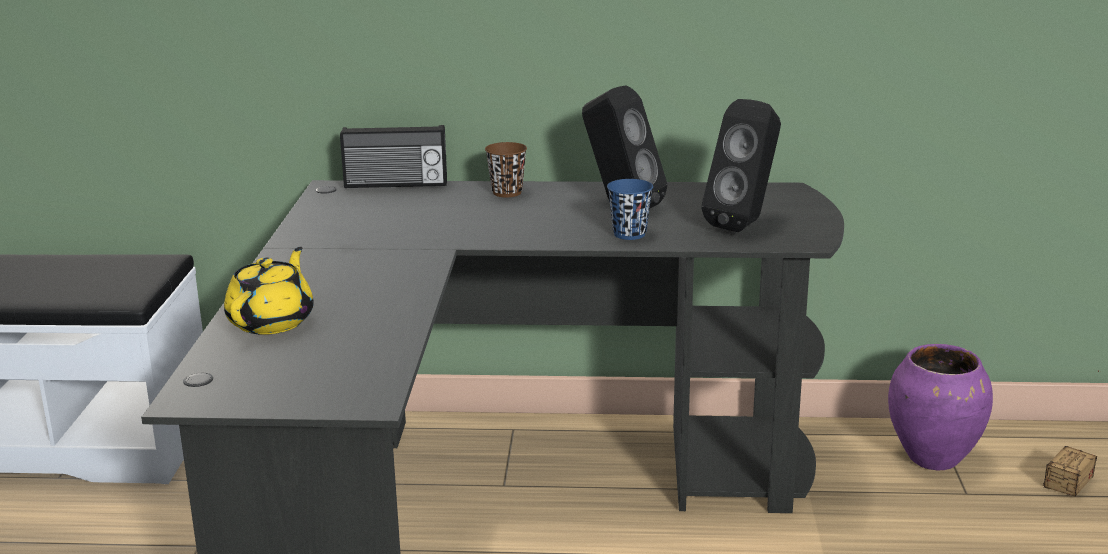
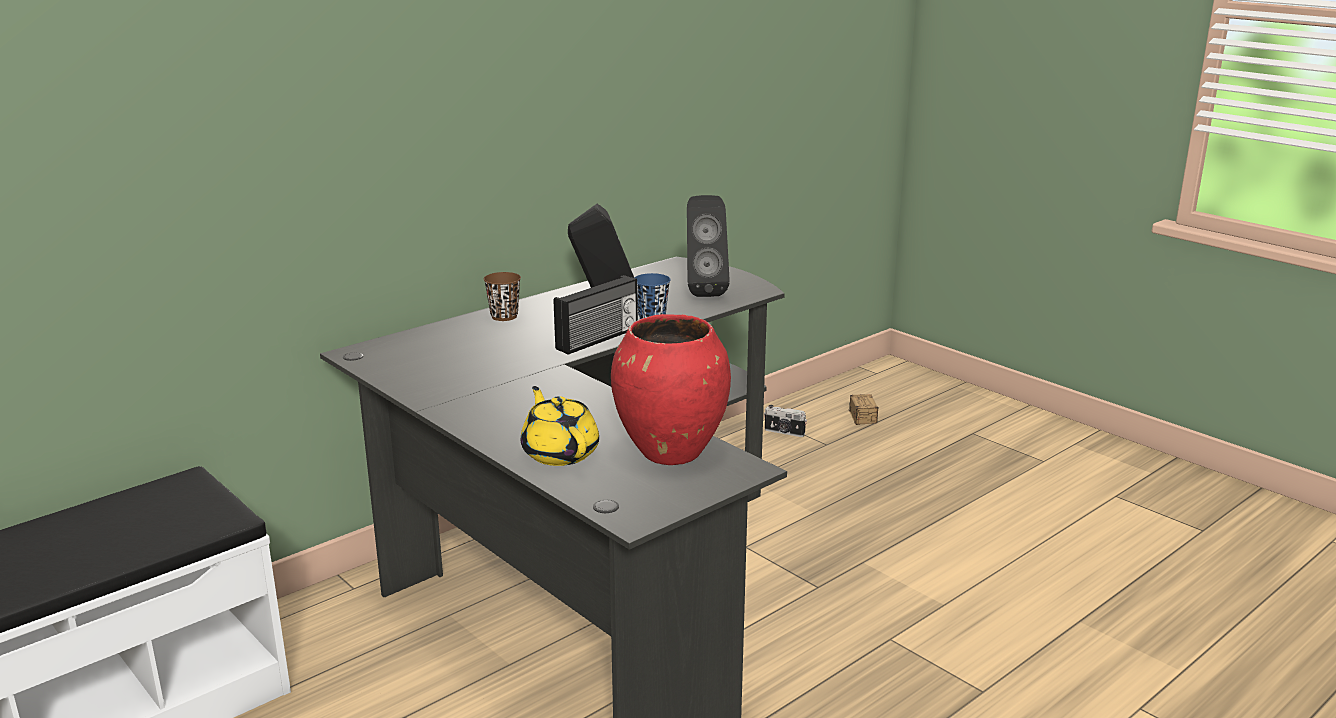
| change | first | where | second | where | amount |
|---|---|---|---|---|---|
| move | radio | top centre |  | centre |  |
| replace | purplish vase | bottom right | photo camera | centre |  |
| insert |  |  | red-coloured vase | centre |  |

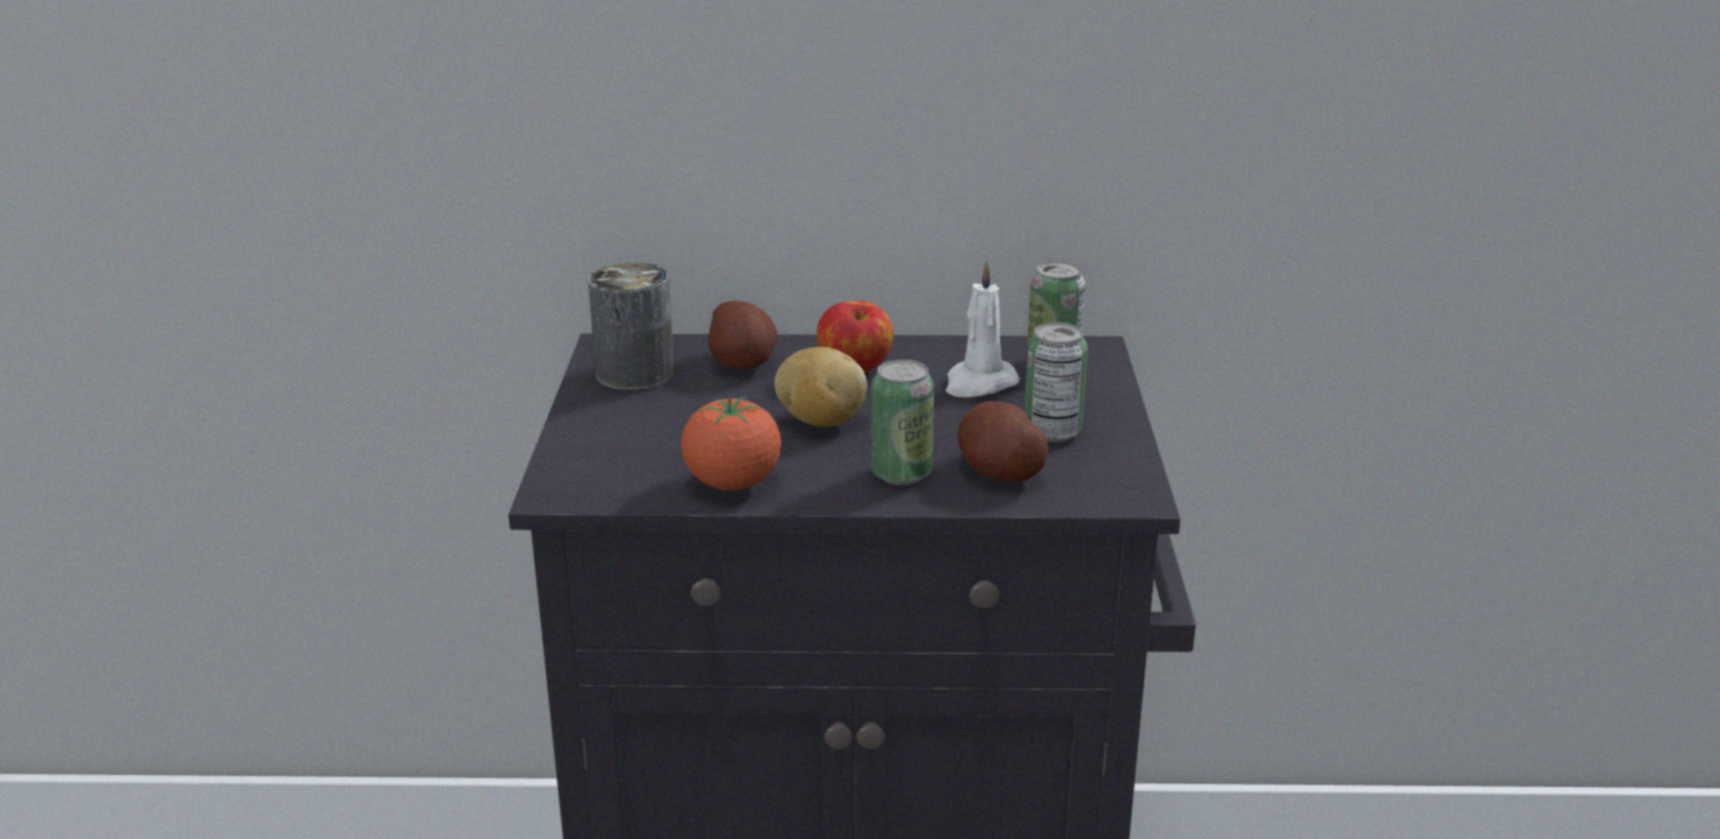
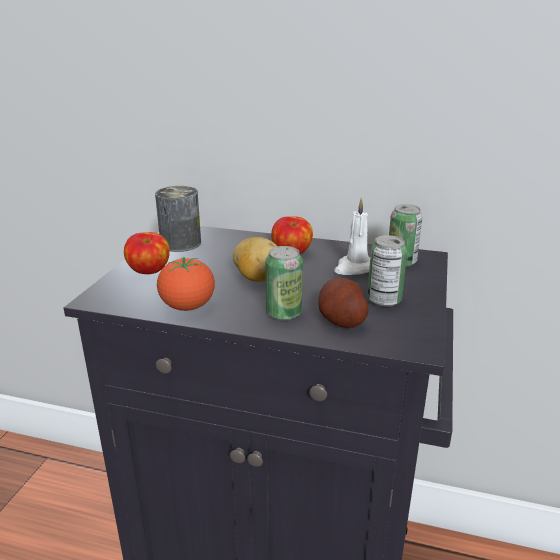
| change | first | where | second | where | amount |
|---|---|---|---|---|---|
| delete | potato (1st from left) | centre |  |  |  |
| insert |  |  | apple fruit (1st from left) | middle left |  |

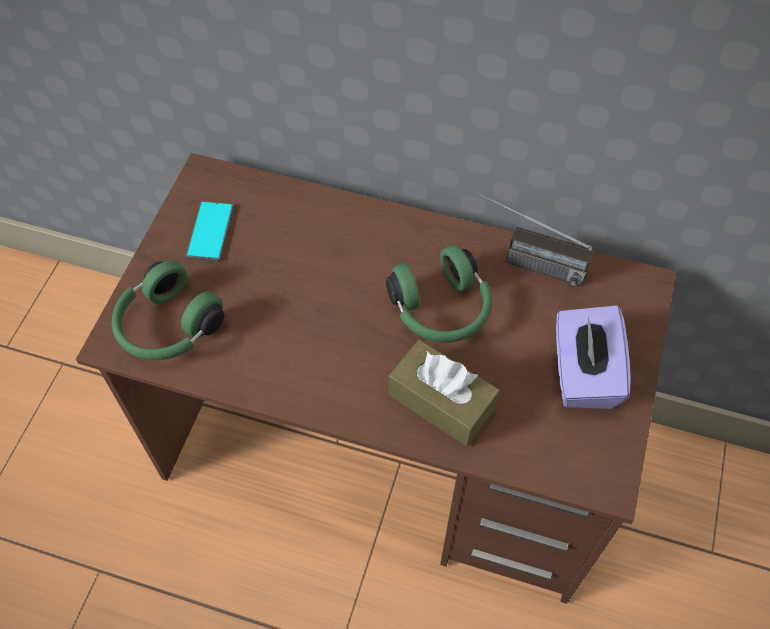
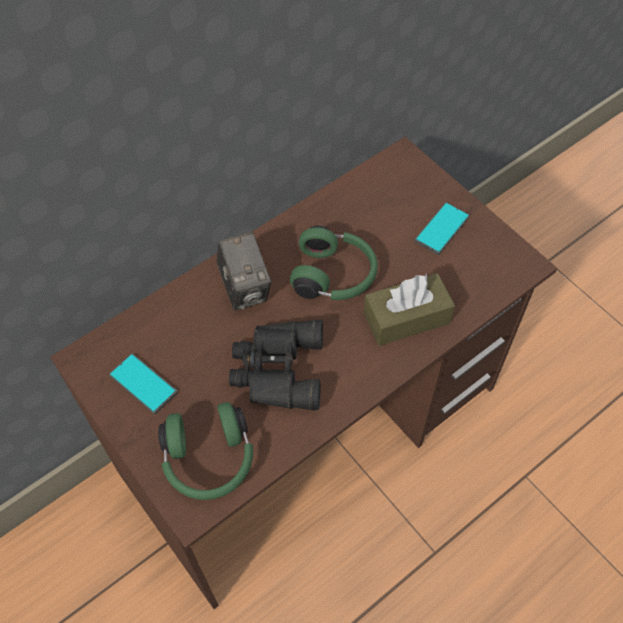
| change | first | where | second | where | amount |
|---|---|---|---|---|---|
| delete | radio | middle right |  |  |  |
| replace | purplish tissue box | middle right | telephone (2nd from left) | middle right |  |
| insert |  |  | photo camera | centre |  |
| insert |  |  | blackish binoculars | centre |  |

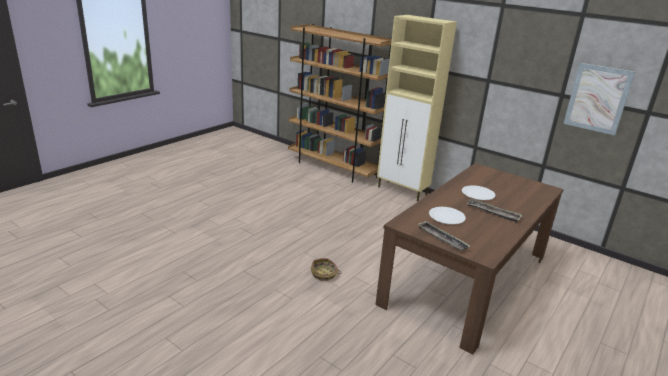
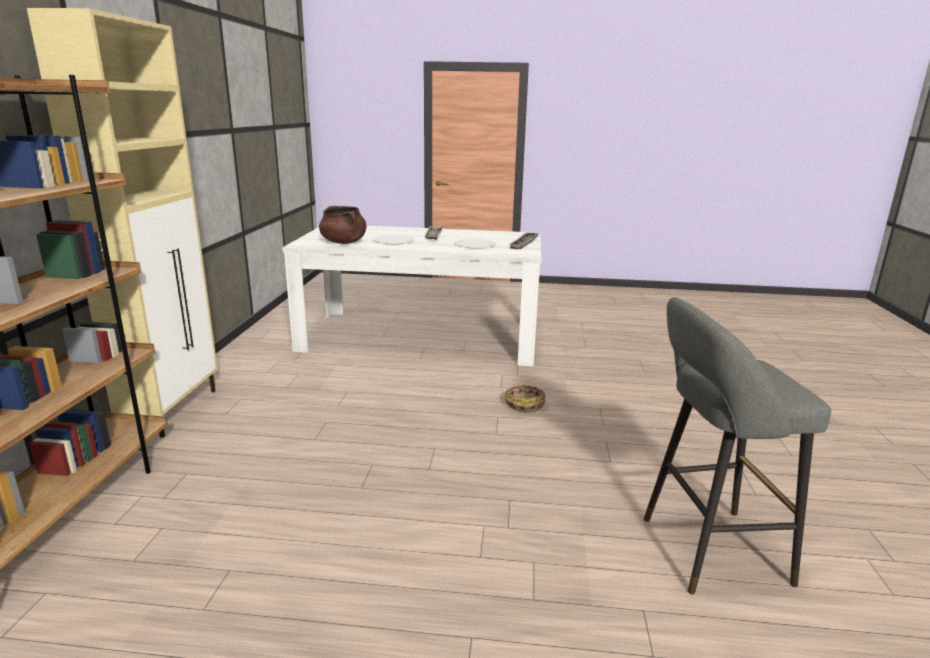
| change | first | where | second | where | amount |
|---|---|---|---|---|---|
| delete | wall picture | top right |  |  |  |
| recolor | brownish kitchen table | bottom right | whitish kitchen table | centre |  |
| insert |  |  | brownish cooking pot | centre |  |
| insert |  |  | grey sitting stool | bottom right |  |

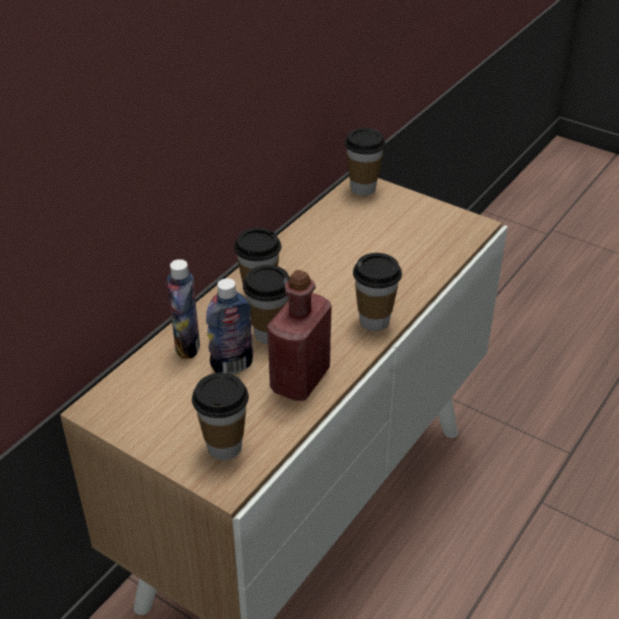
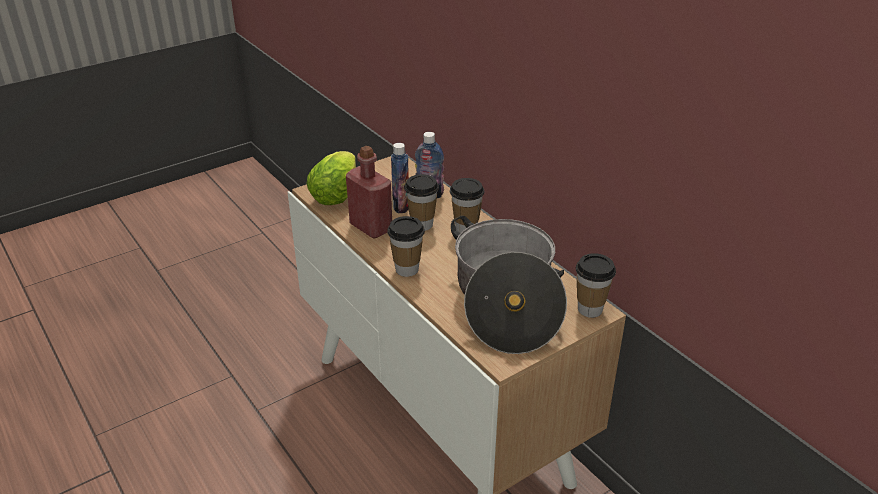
| change | first | where | second | where | amount |
|---|---|---|---|---|---|
| replace | drinking cup (1st from left) | bottom centre | lettuce head | centre |  |
| insert |  |  | cooking pot | centre |  |

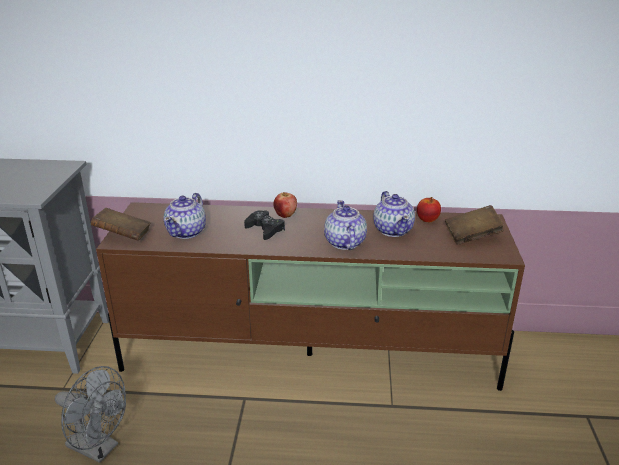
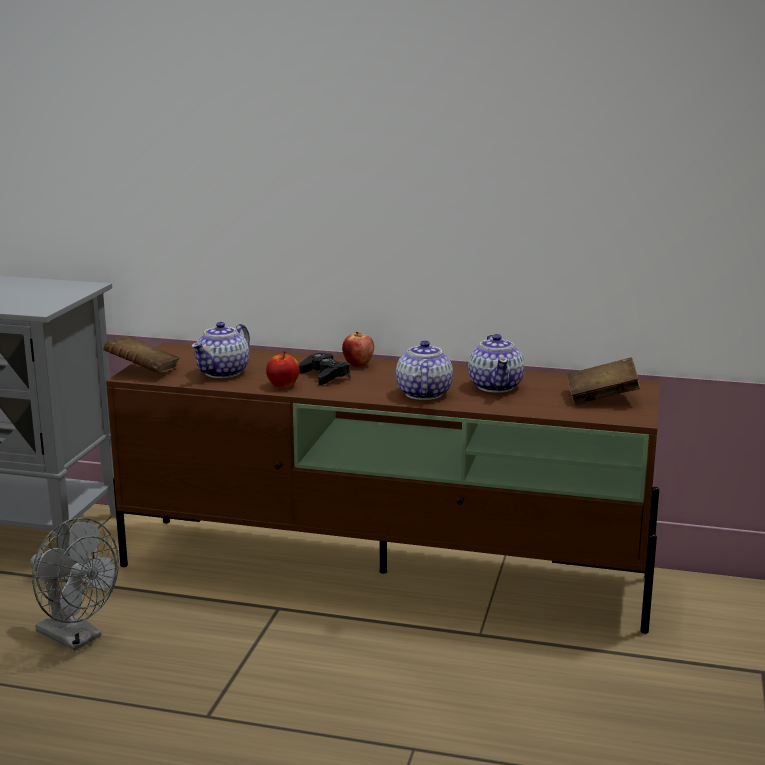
| change | first | where | second | where | amount |
|---|---|---|---|---|---|
| move | apple fruit (2nd from left in the first image) | middle right | apple fruit (1st from left) | centre |  |

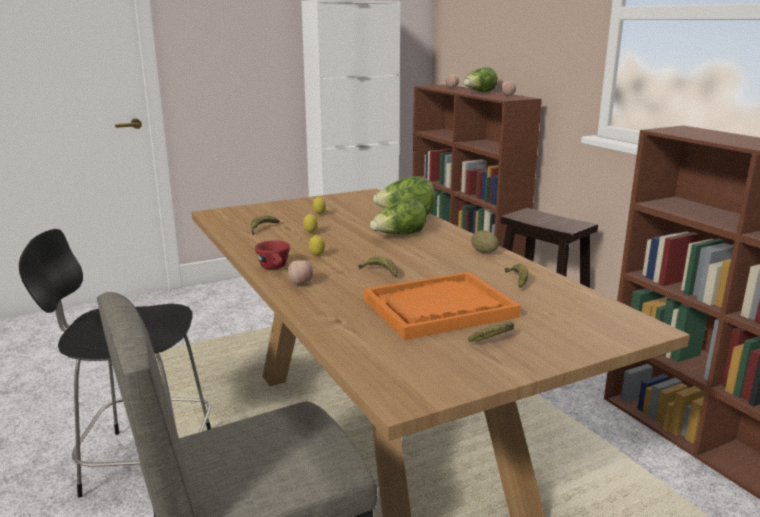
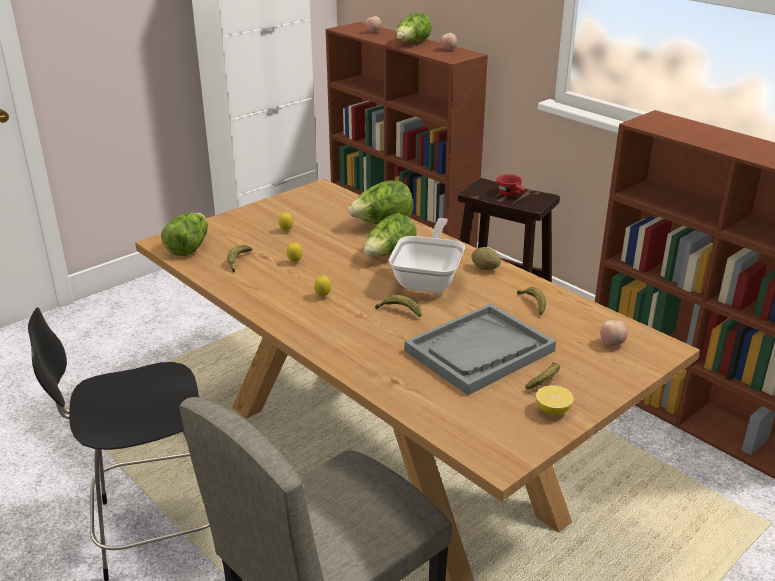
| change | first | where | second | where | amount |
|---|---|---|---|---|---|
| move | red-coloured drinking cup | centre |  | top centre |  |
| move | apple fruit (1st from left in the first image) | centre | apple fruit (3rd from left) | middle right |  |
| recolor | orangey carrying tray | centre | grey carrying tray | centre |  |
| insert |  |  | lettuce head (1st from left) | middle left |  |
| insert |  |  | frying pan | centre |  |
| insert |  |  | lemon (4th from left) | bottom right |  |

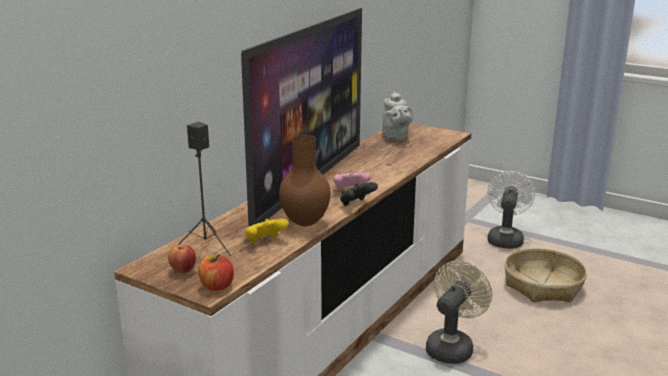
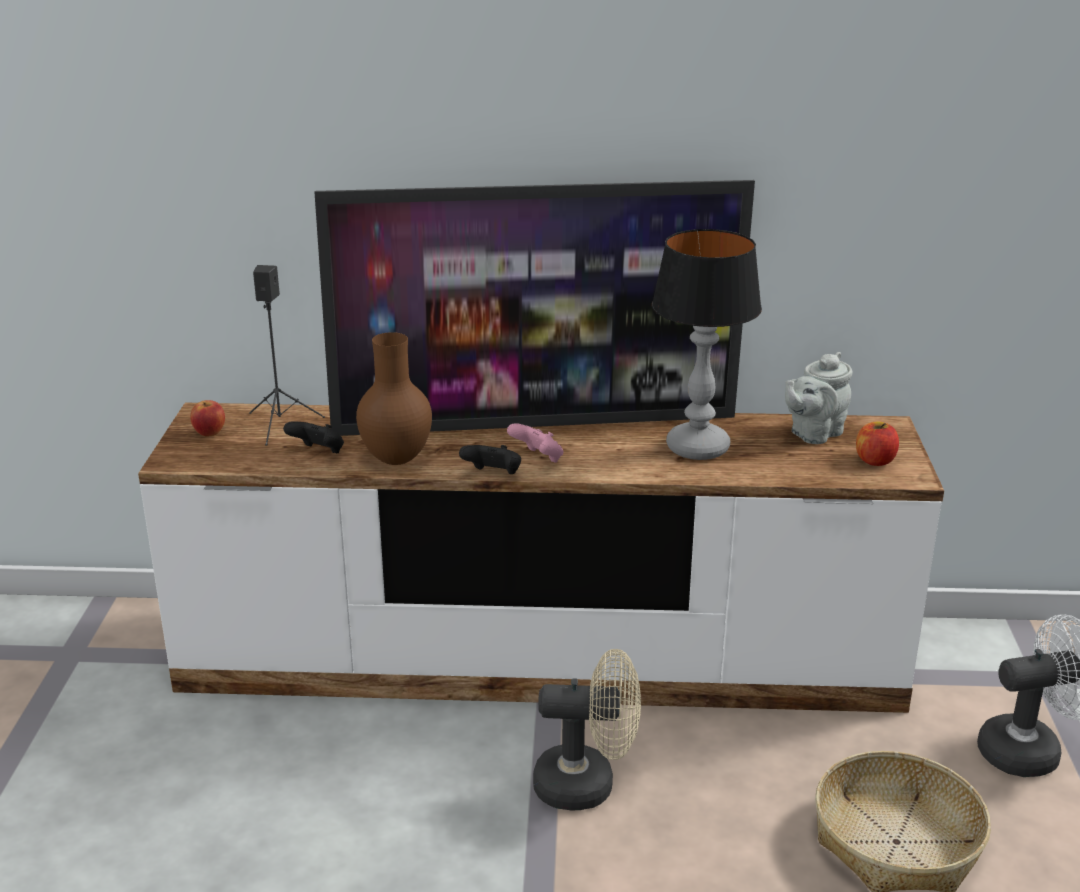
| change | first | where | second | where | amount |
|---|---|---|---|---|---|
| recolor | yellowish gamepad | centre | blackish gamepad (1st from left) | middle left |  |
| move | apple fruit (2nd from left) | bottom left |  | middle right |  |
| insert |  |  | table lamp | centre |  |

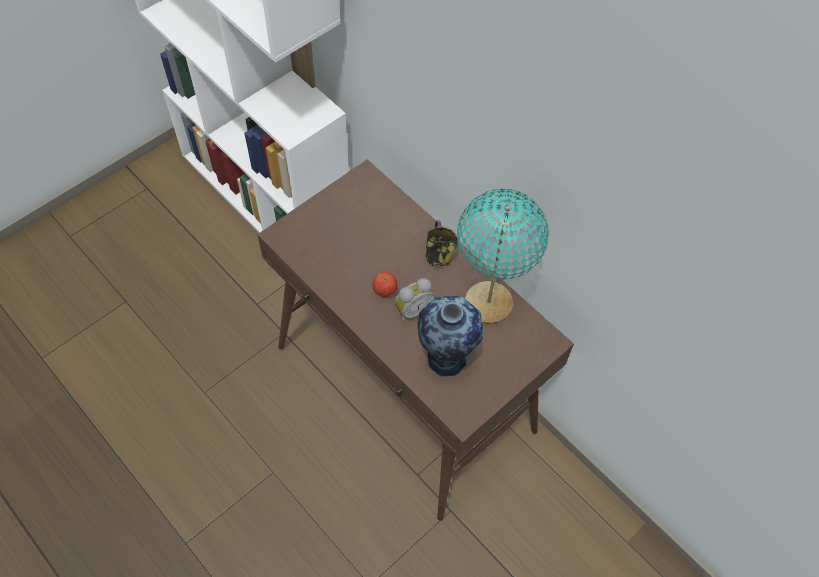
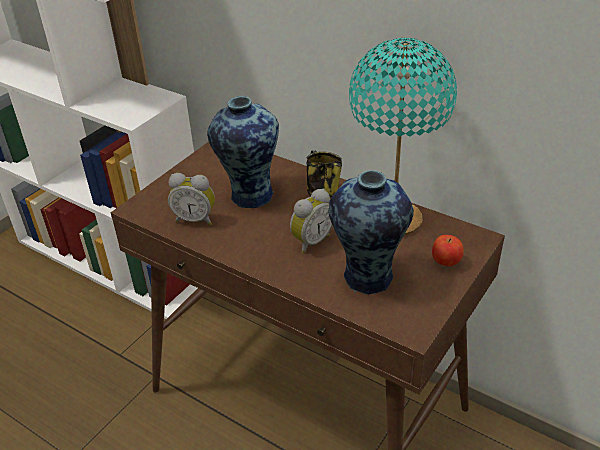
| change | first | where | second | where | amount |
|---|---|---|---|---|---|
| move | apple fruit | centre |  | middle right |  |
| insert |  |  | vase (1st from left) | centre |  |
| insert |  |  | alarm clock (1st from left) | middle left |  |

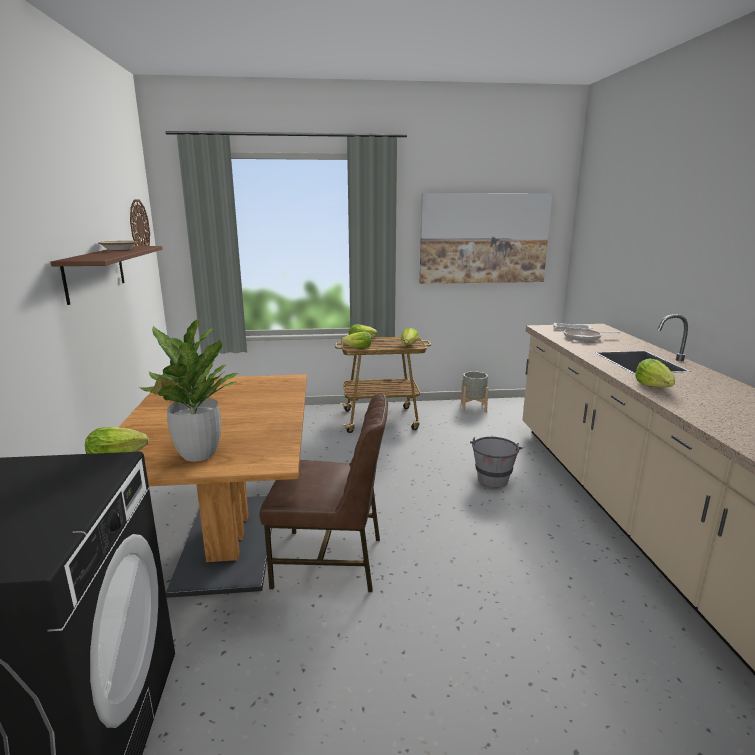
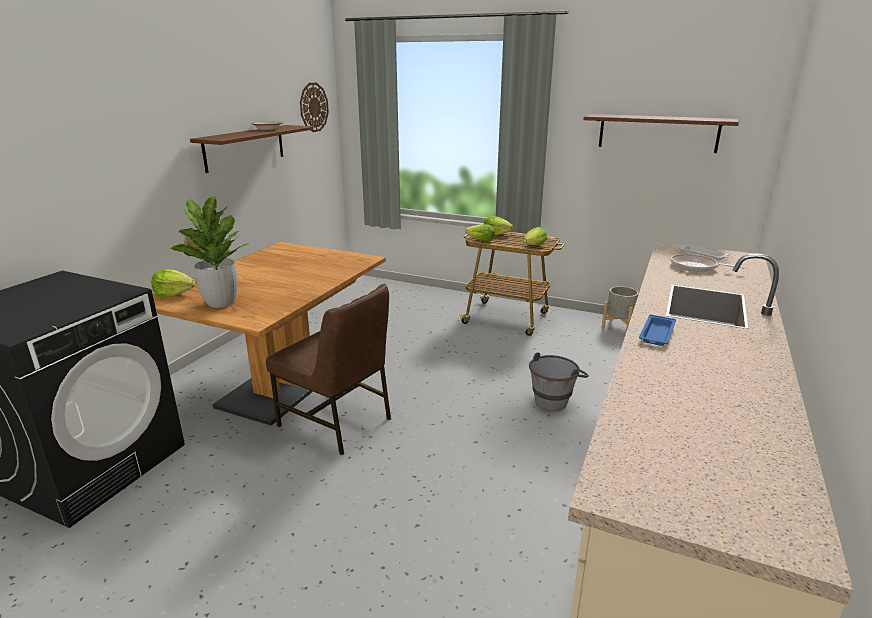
| change | first | where | second | where | amount |
|---|---|---|---|---|---|
| replace | wall picture | top centre | brownish wall shelf (2nd from left) | top right |  |
| replace | lettuce head (5th from left) | middle right | bluish carrying tray | middle right |  |

